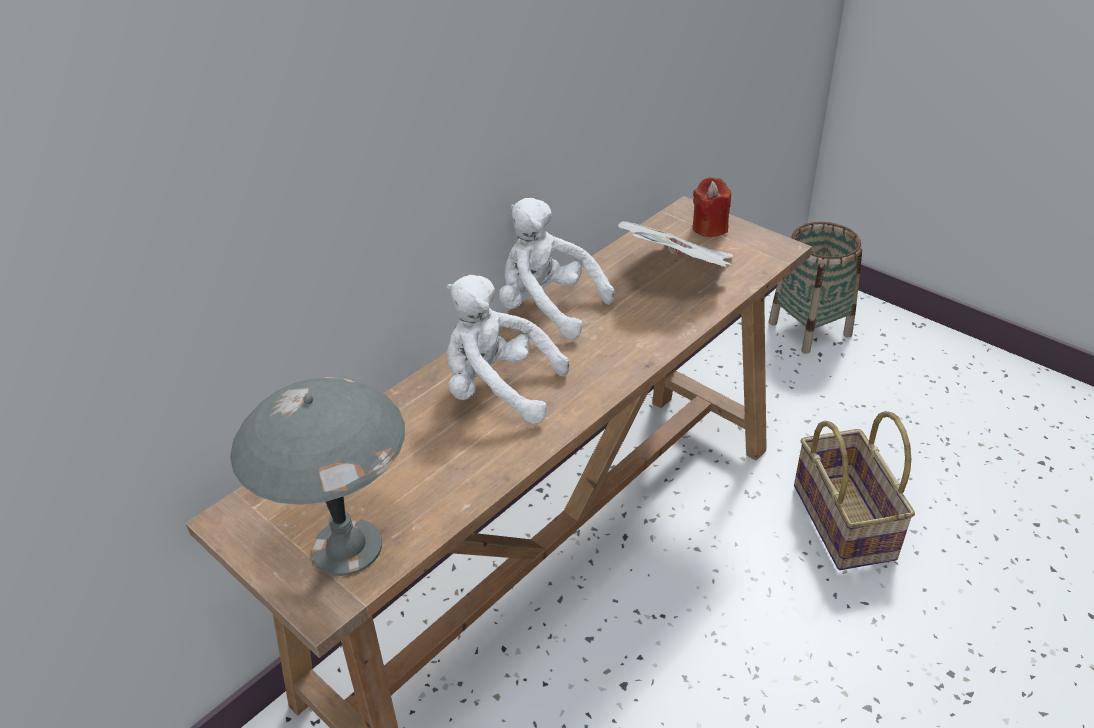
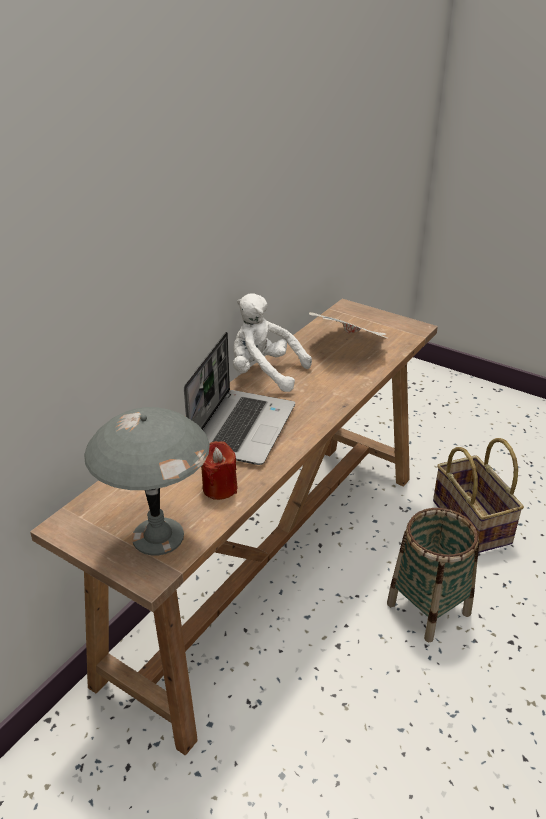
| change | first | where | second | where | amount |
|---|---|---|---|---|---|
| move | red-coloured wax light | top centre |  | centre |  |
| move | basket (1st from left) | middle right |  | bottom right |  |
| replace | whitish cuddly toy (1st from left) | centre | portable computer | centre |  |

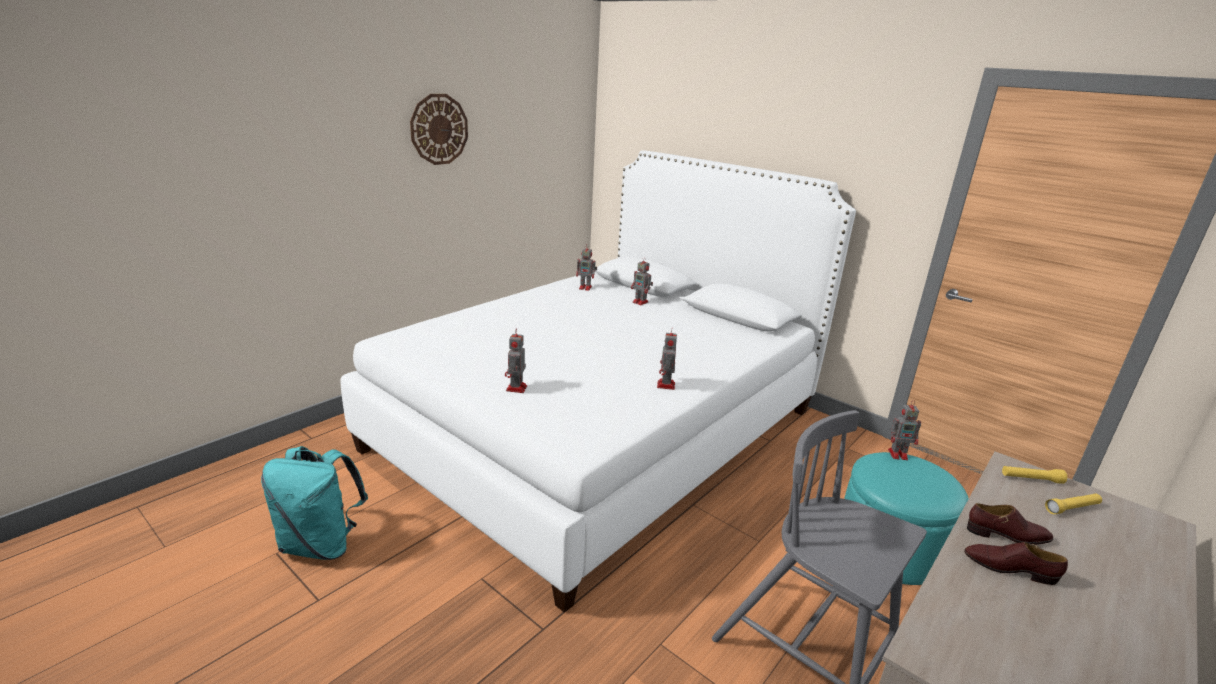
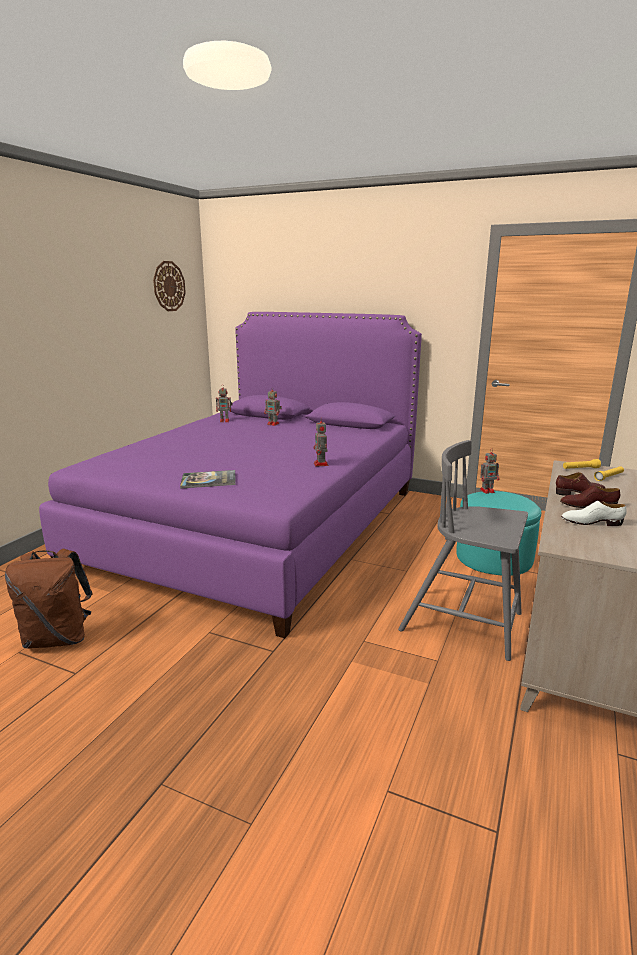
| change | first | where | second | where | amount |
|---|---|---|---|---|---|
| move | wall clock | top centre |  | top left |  |
| recolor | whitish bed | centre | purplish bed | centre |  |
| replace | toy robot (1st from left) | centre | bound book | middle left |  |
| recolor | turquoise backpack | bottom left | brownish backpack | middle left |  |
| insert |  |  | whitish low shoe | middle right |  |

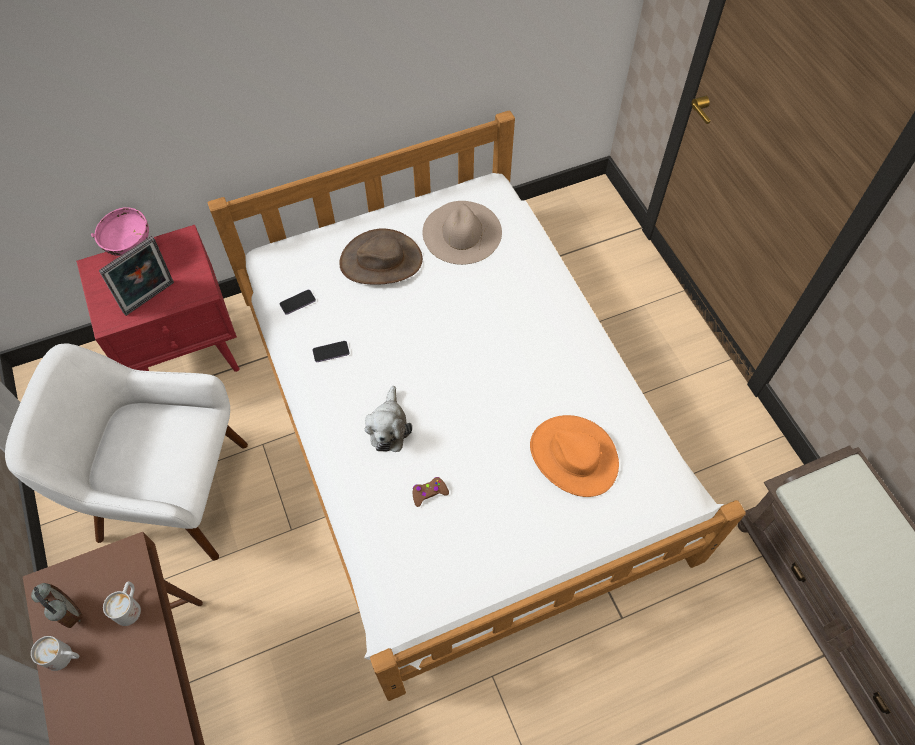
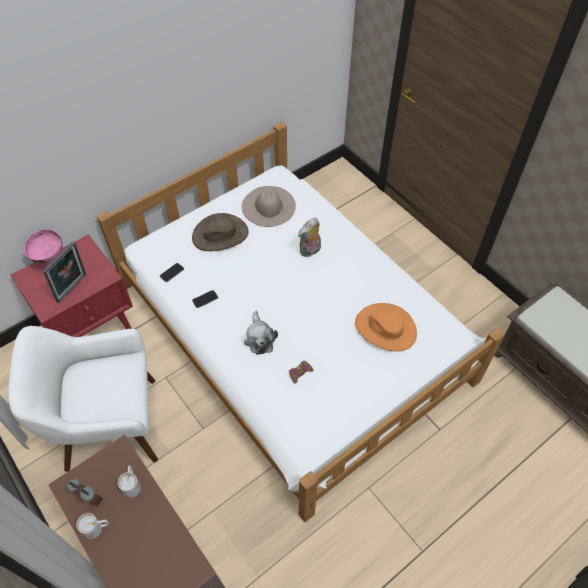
| change | first | where | second | where | amount |
|---|---|---|---|---|---|
| insert |  |  | cuddly toy (2nd from left) | centre |  |

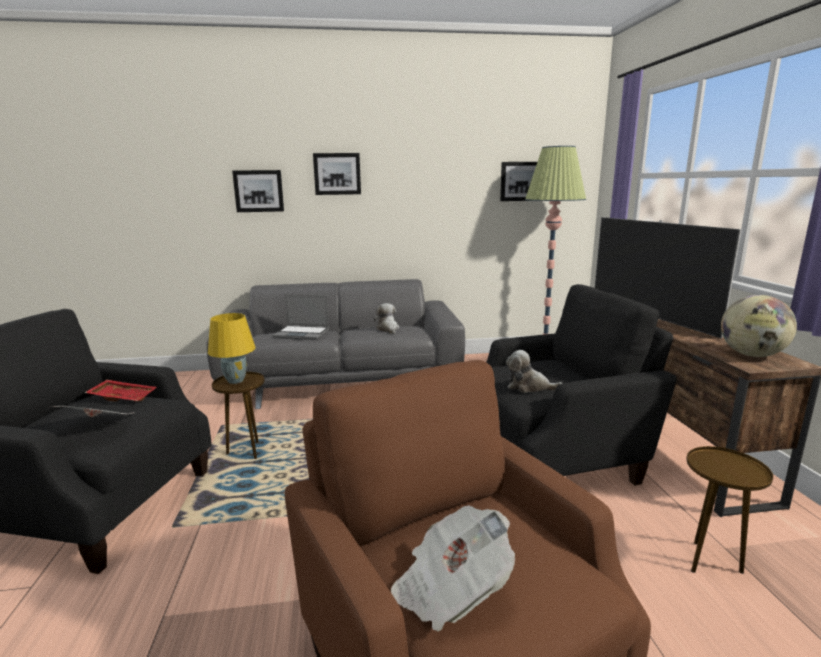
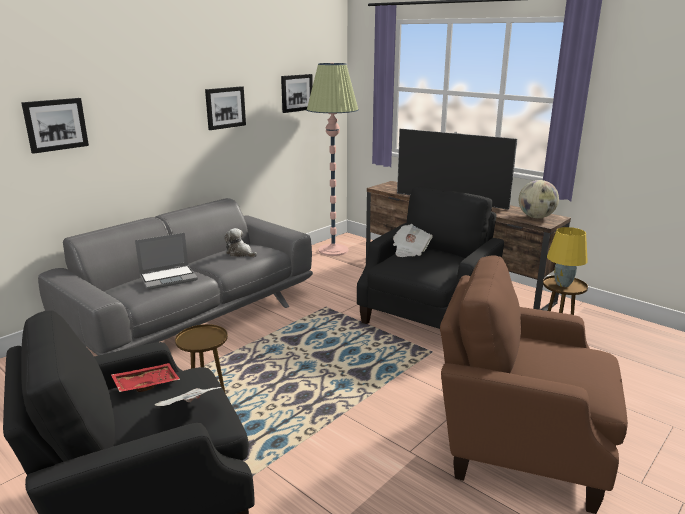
| change | first | where | second | where | amount |
|---|---|---|---|---|---|
| move | wall picture (2nd from left) | top centre |  | top left |  |
| move | yellowish table lamp | middle left |  | middle right |  |
| delete | cuddly toy (2nd from left) | centre |  |  |  |
| move | newspaper (2nd from left) | bottom centre |  | centre |  |

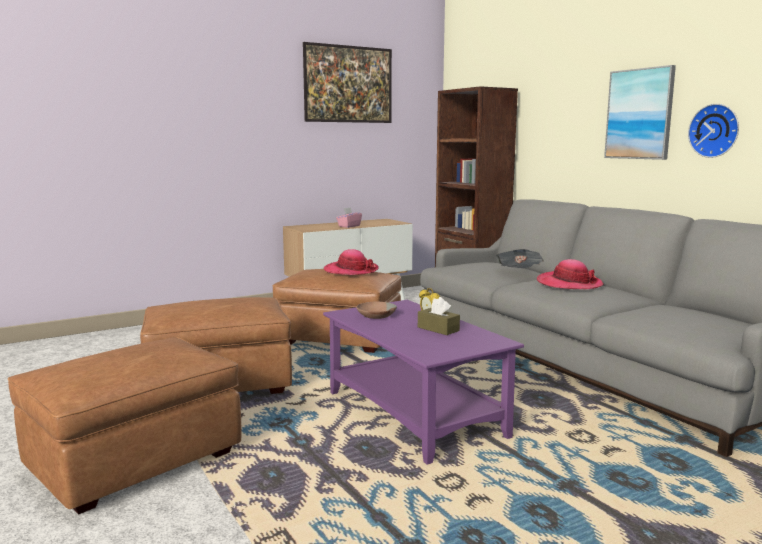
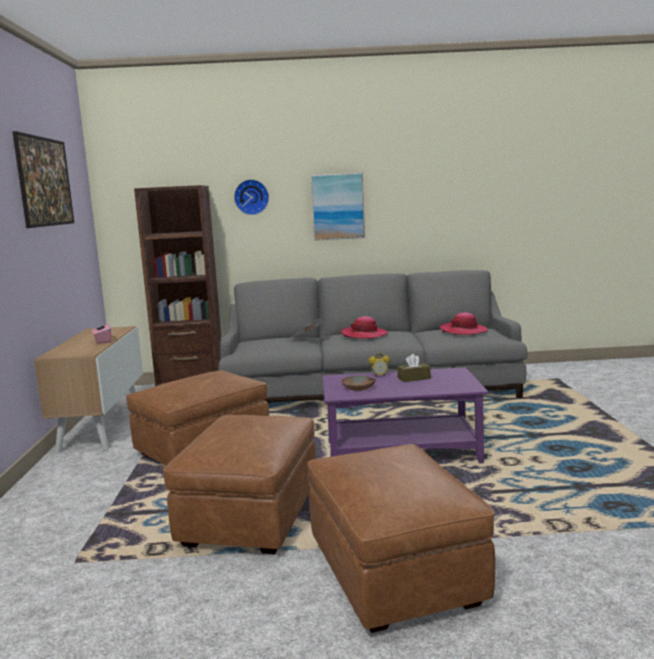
| change | first | where | second | where | amount |
|---|---|---|---|---|---|
| move | wall clock | top right |  | top centre |  |
| move | wearable hat (1st from left in the first image) | centre | wearable hat (2nd from left) | middle right |  |

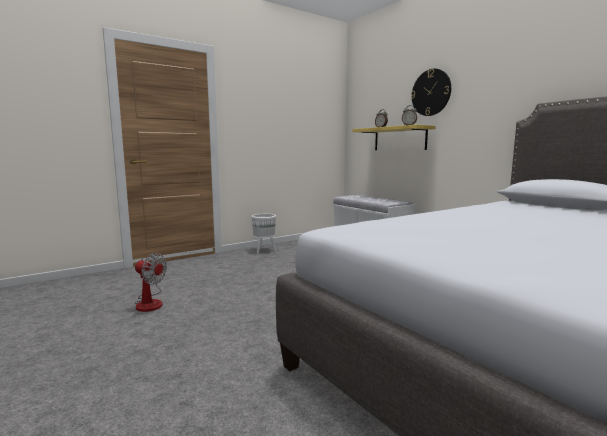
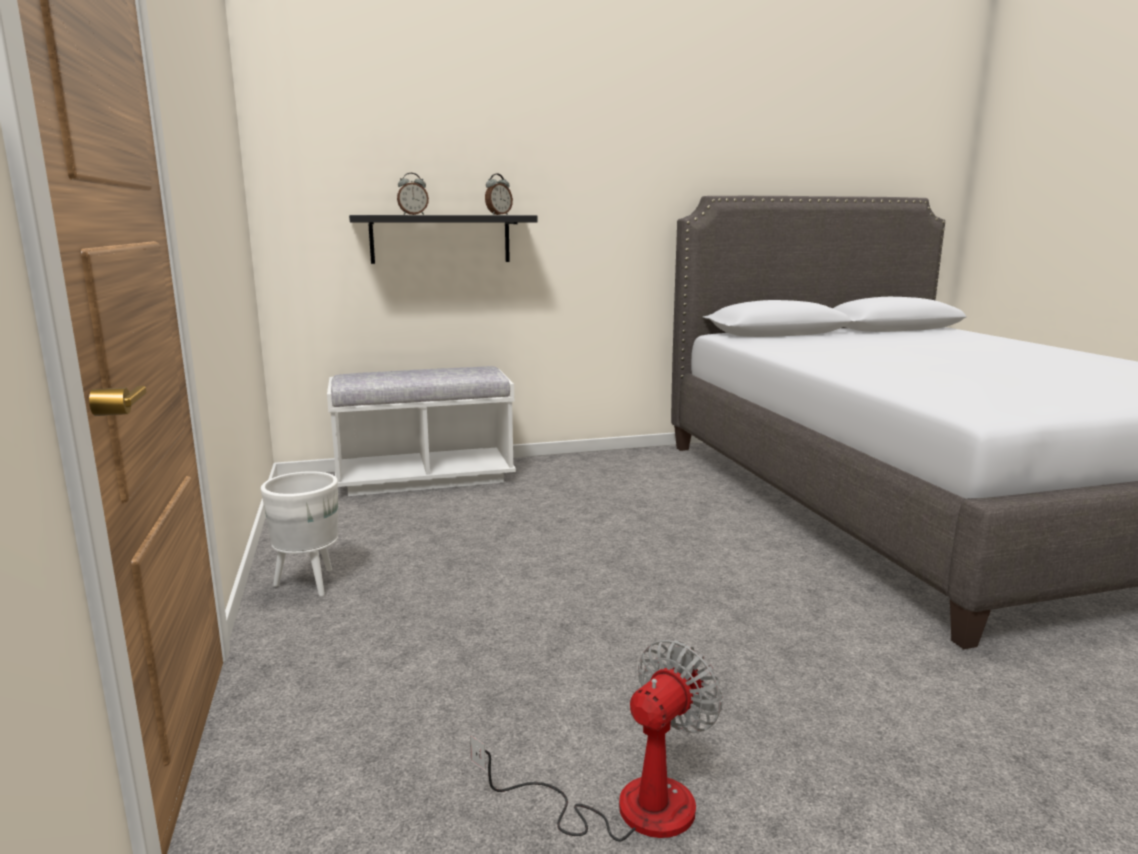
| change | first | where | second | where | amount |
|---|---|---|---|---|---|
| delete | wall clock | top right |  |  |  |
| recolor | yellowish wall shelf | top centre | blackish wall shelf | top centre |  |

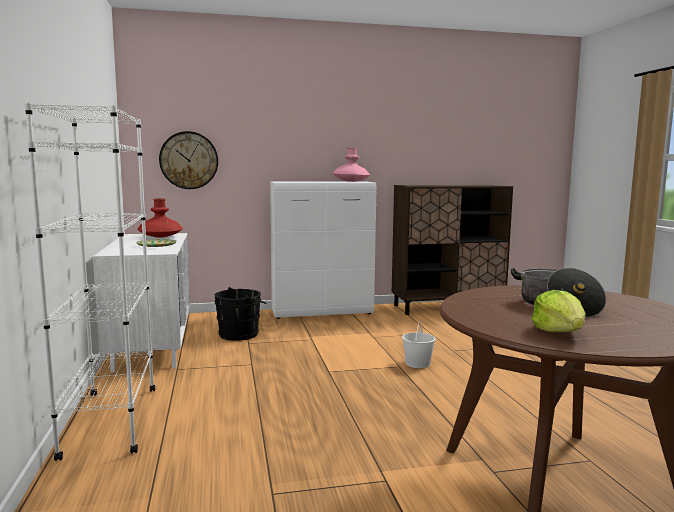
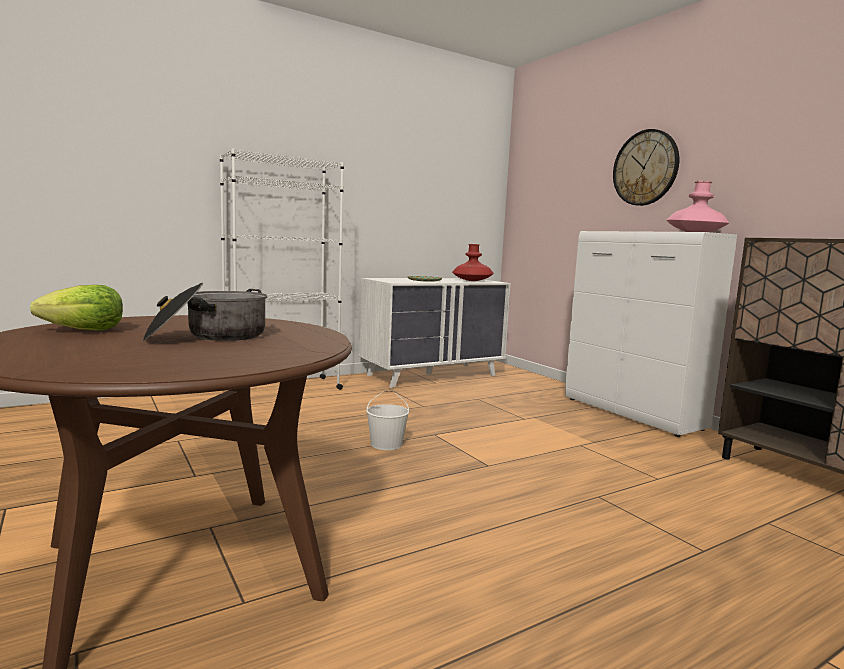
| change | first | where | second | where | amount |
|---|---|---|---|---|---|
| move | wall clock | top left |  | top right |  |
| delete | blackish pail | centre |  |  |  |
| move | whitish pail | bottom centre |  | centre |  |

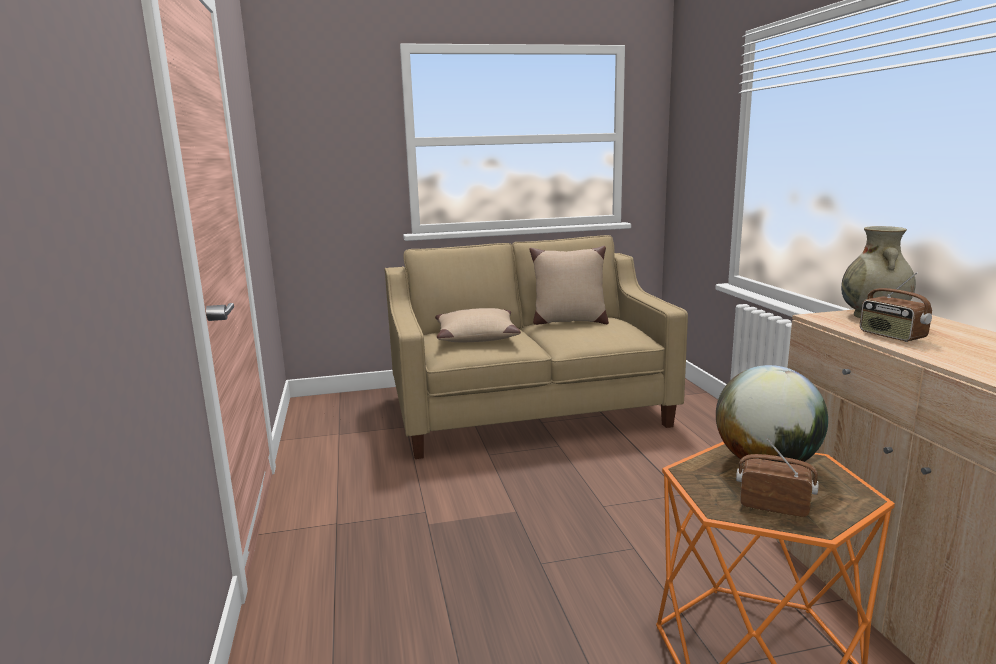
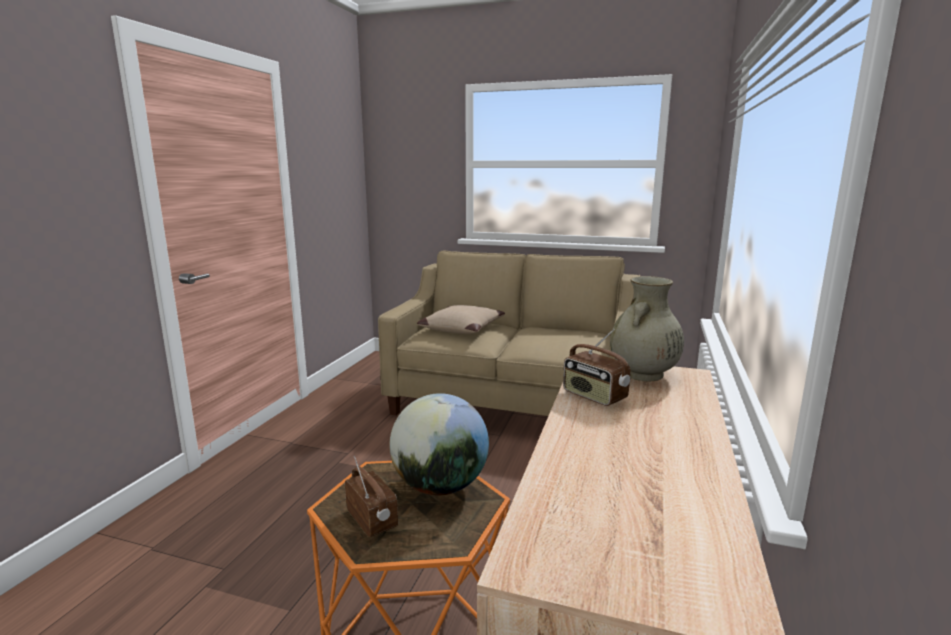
| change | first | where | second | where | amount |
|---|---|---|---|---|---|
| delete | sand-coloured cushion (2nd from left) | centre |  |  |  |
| rotate | radio (2nd from left) | middle right |  | centre | 45 degrees counterclockwise |

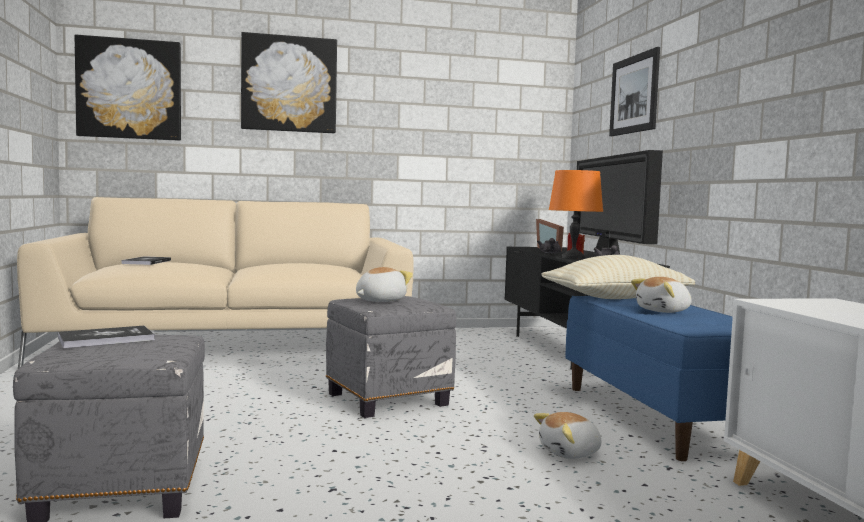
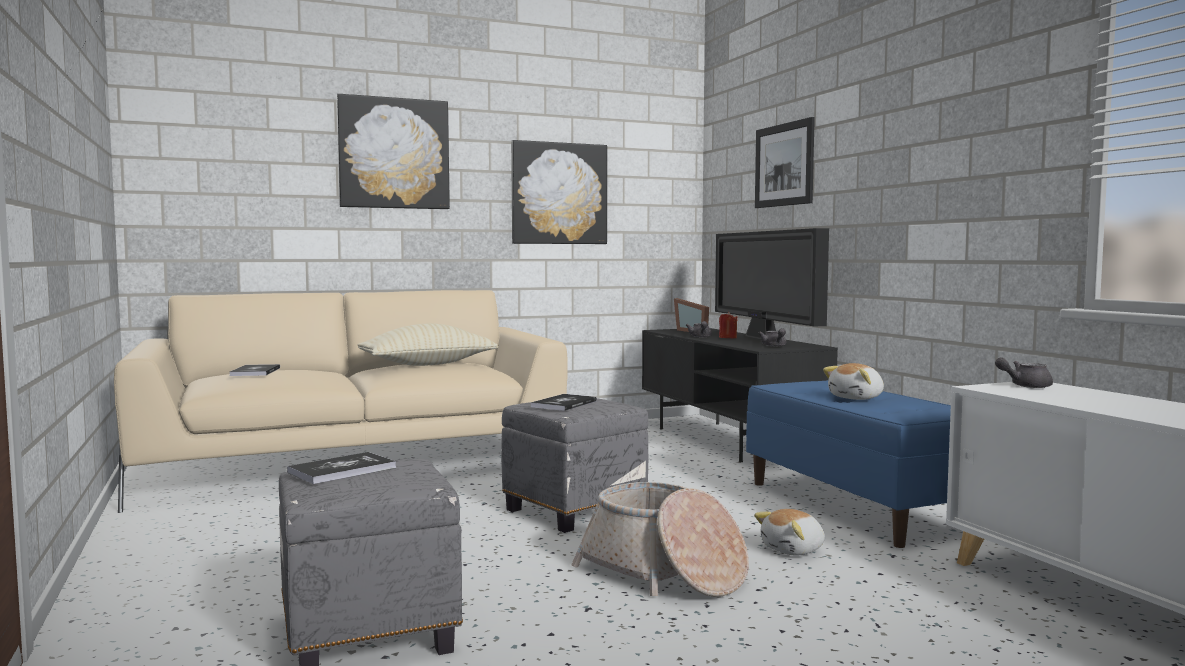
| change | first | where | second | where | amount |
|---|---|---|---|---|---|
| move | wall picture (1st from left in the first image) | top left | wall picture (2nd from left) | top centre |  |
| delete | orangey table lamp | middle right |  |  |  |
| move | sand-coloured cushion | middle right |  | centre |  |
| replace | cuddly toy (1st from left) | centre | bound book (3rd from left) | centre |  |
| insert |  |  | grey teapot (3rd from left) | middle right |  |
| insert |  |  | basket | bottom centre |  |

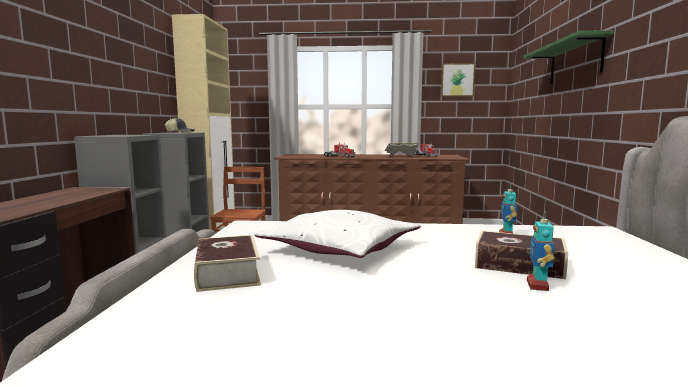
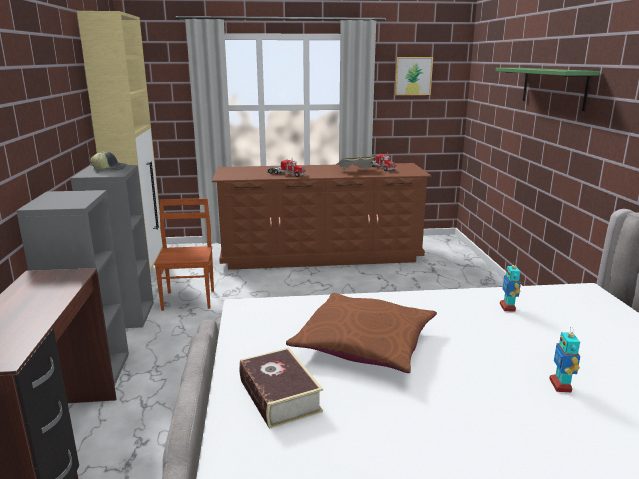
| change | first | where | second | where | amount |
|---|---|---|---|---|---|
| recolor | whitish cushion | centre | brownish cushion | bottom centre |  |
| delete | bound book (3rd from left) | middle right |  |  |  |

